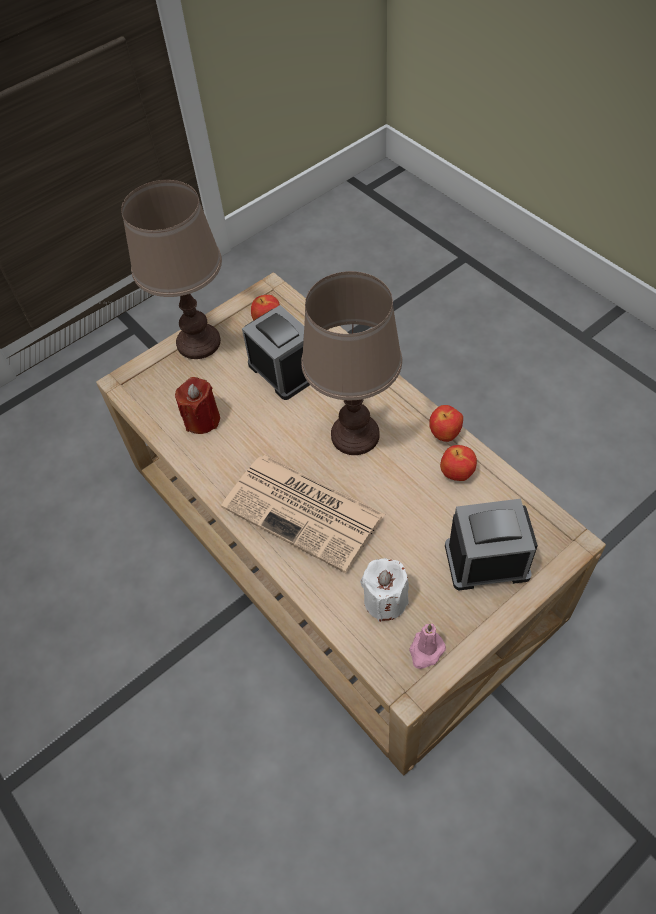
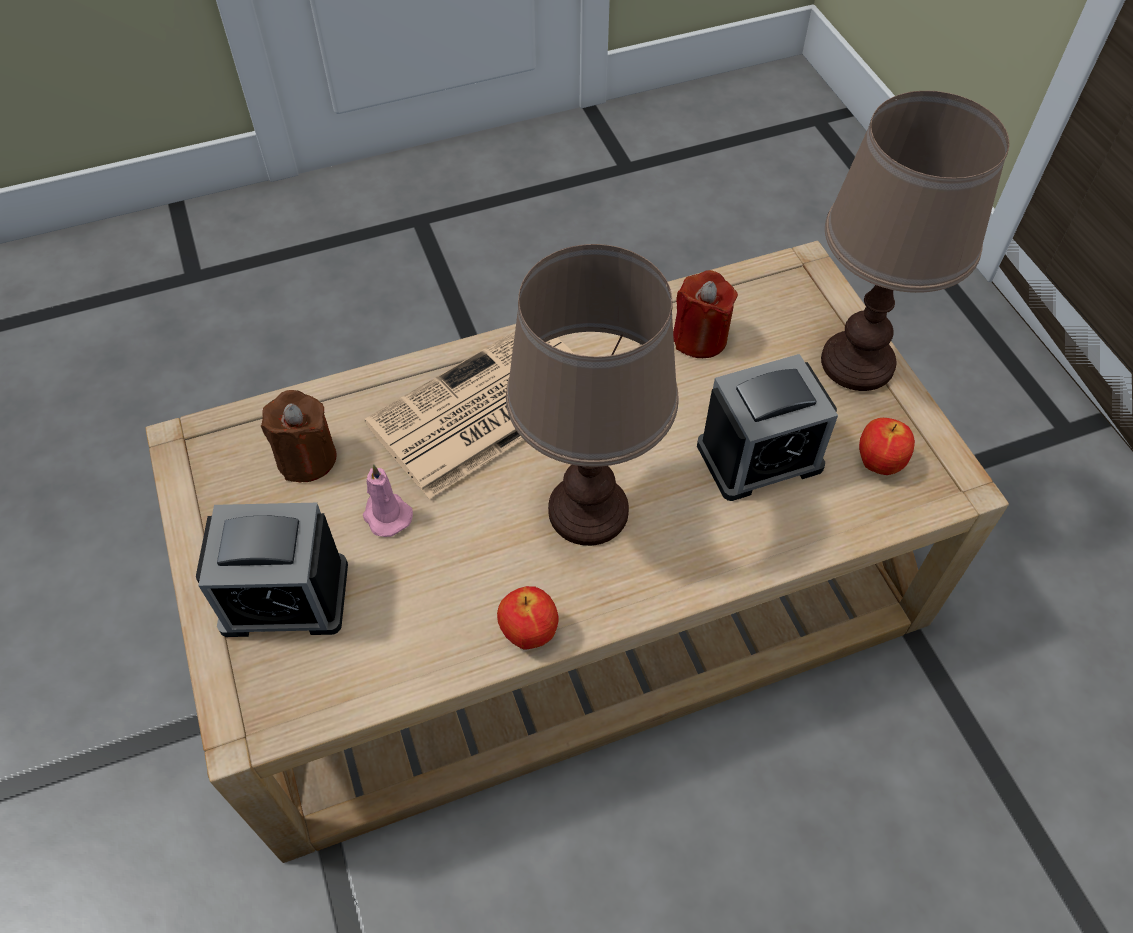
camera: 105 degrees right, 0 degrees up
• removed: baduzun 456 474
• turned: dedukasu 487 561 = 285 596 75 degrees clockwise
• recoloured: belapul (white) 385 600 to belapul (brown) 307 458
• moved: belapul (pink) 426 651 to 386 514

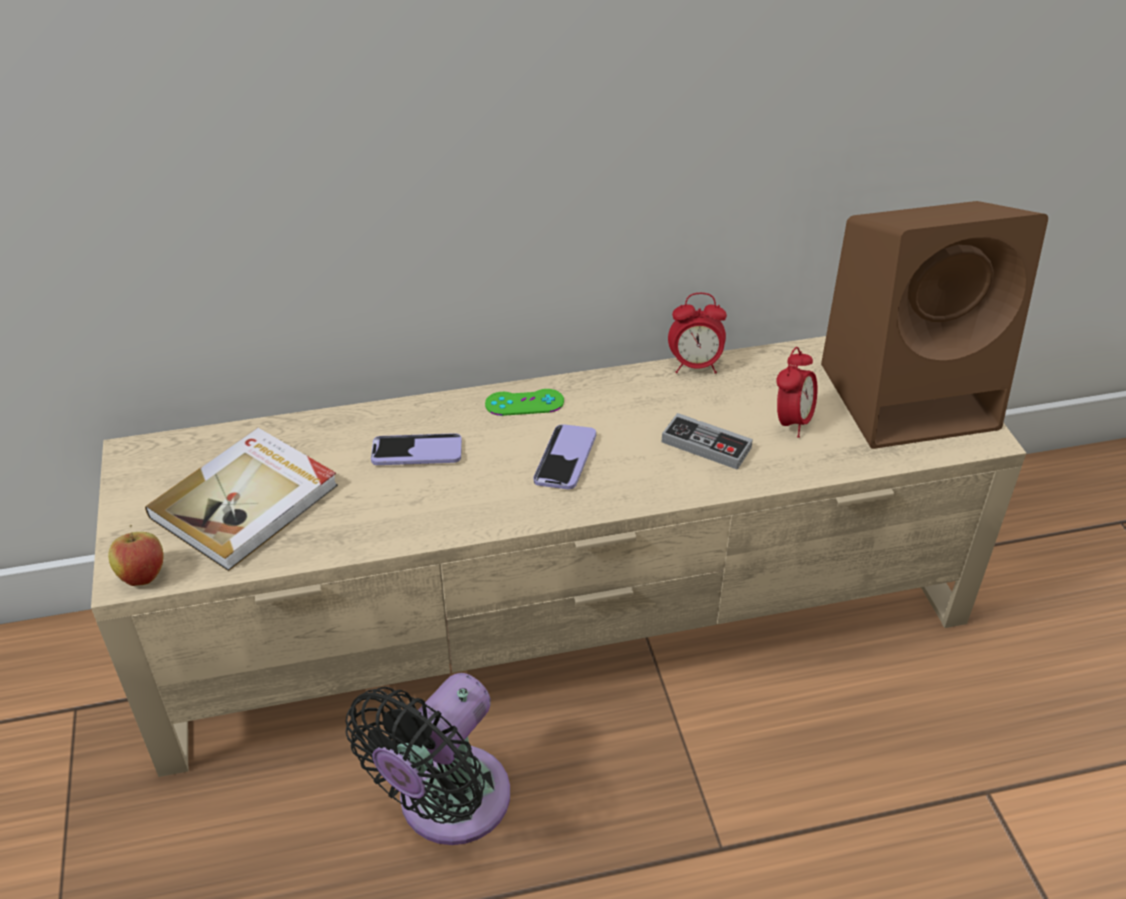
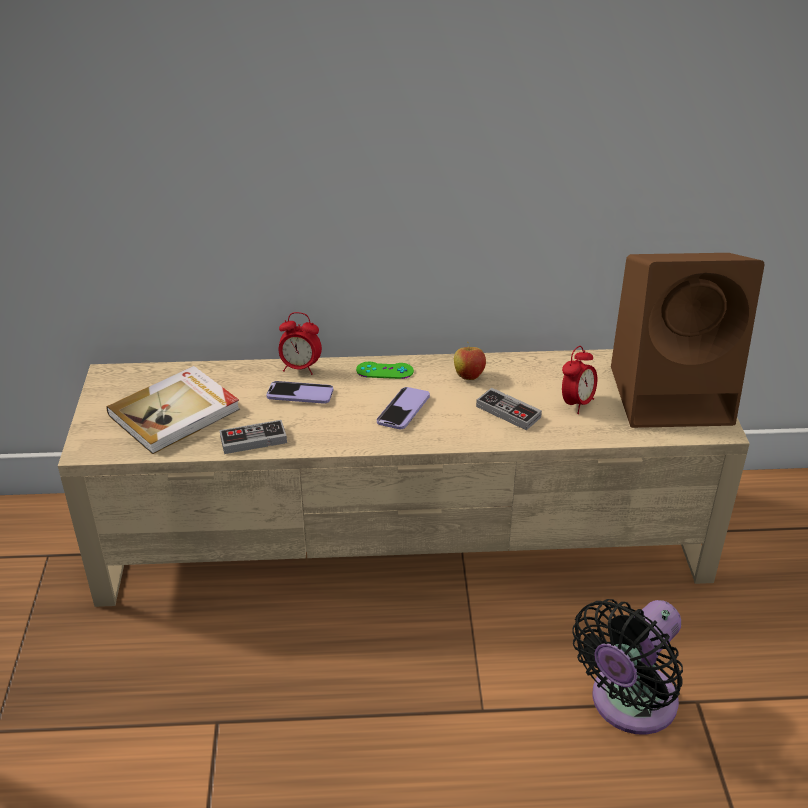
camera: 10 degrees right, 5 degrees down
• moved: dedukasu 695 366 to 300 368
• moved: baduzun 143 575 to 469 376
• moved: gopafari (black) 446 805 to 628 704
• added: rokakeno 253 440

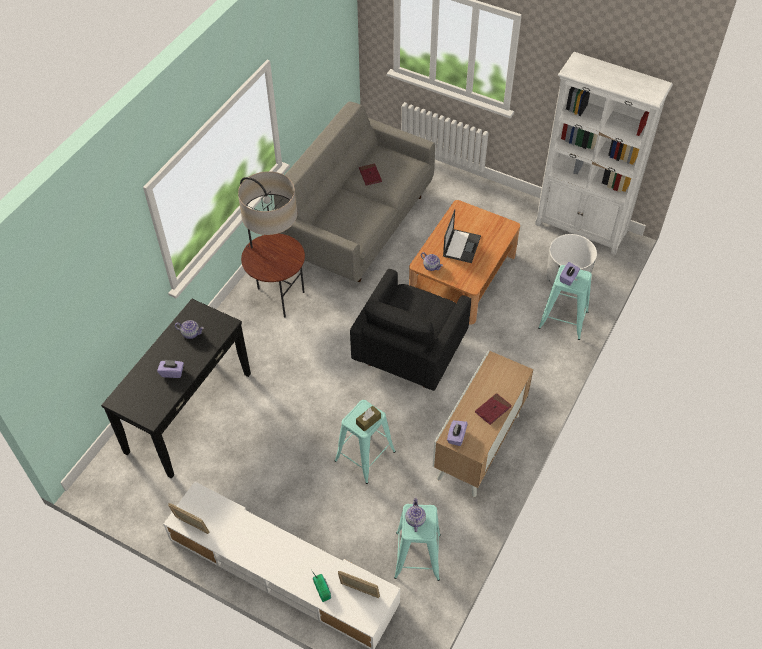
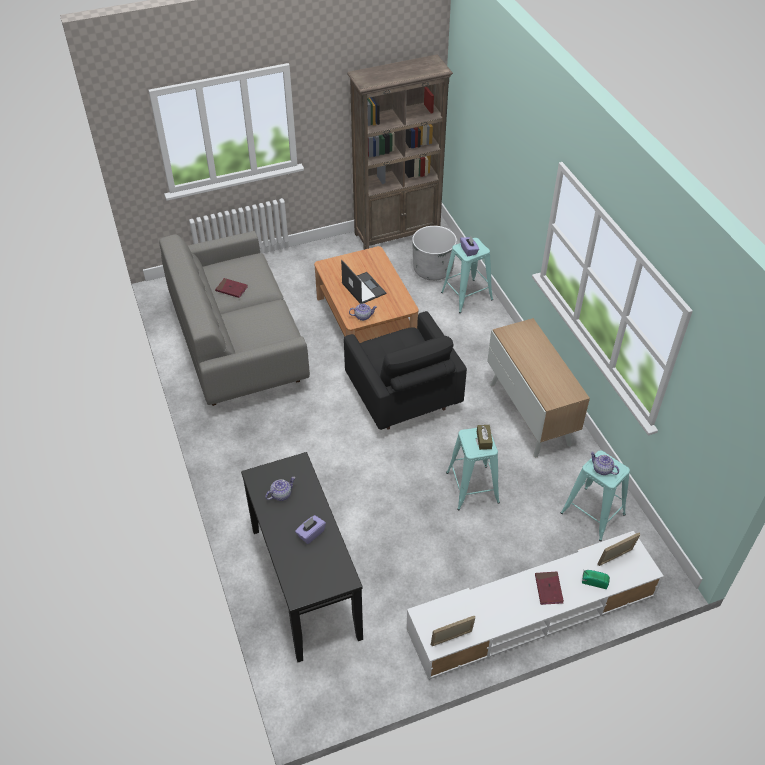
camera: 50 degrees left, 5 degrees down
• recoloured: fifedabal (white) 581 229 to fifedabal (brown) 398 233
• removed: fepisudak 278 297
• moved: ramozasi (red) 493 410 to 548 589
• removed: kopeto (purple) 456 437

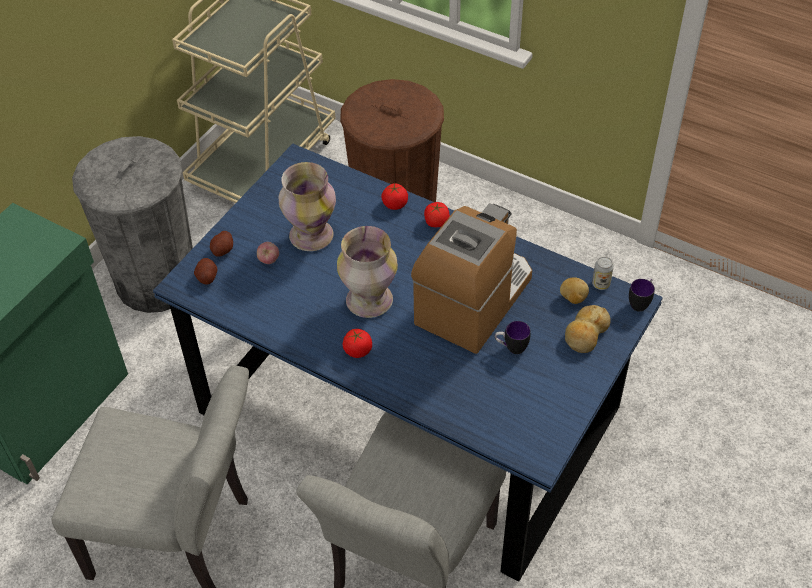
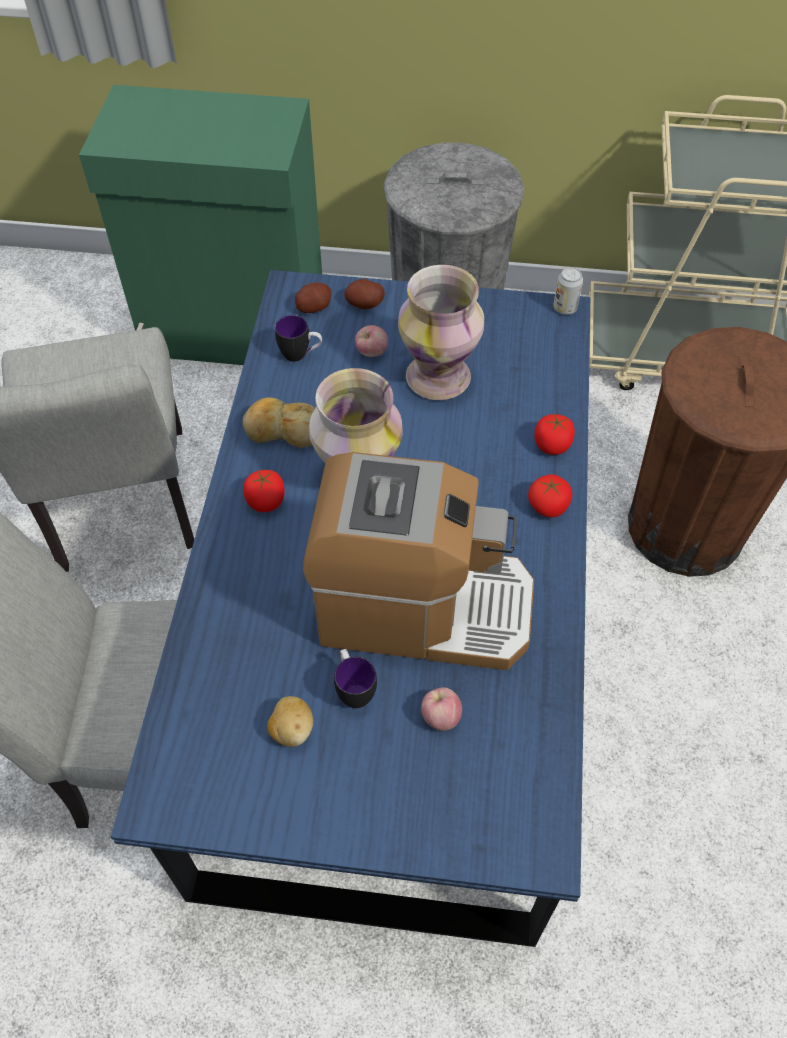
camera: 65 degrees right, 5 degrees up
• moved: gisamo 601 284 to 565 308
• moved: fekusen 573 298 to 292 730
• moved: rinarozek 640 302 to 301 355
• moved: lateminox 585 334 to 283 430
• added: baduzun 440 717

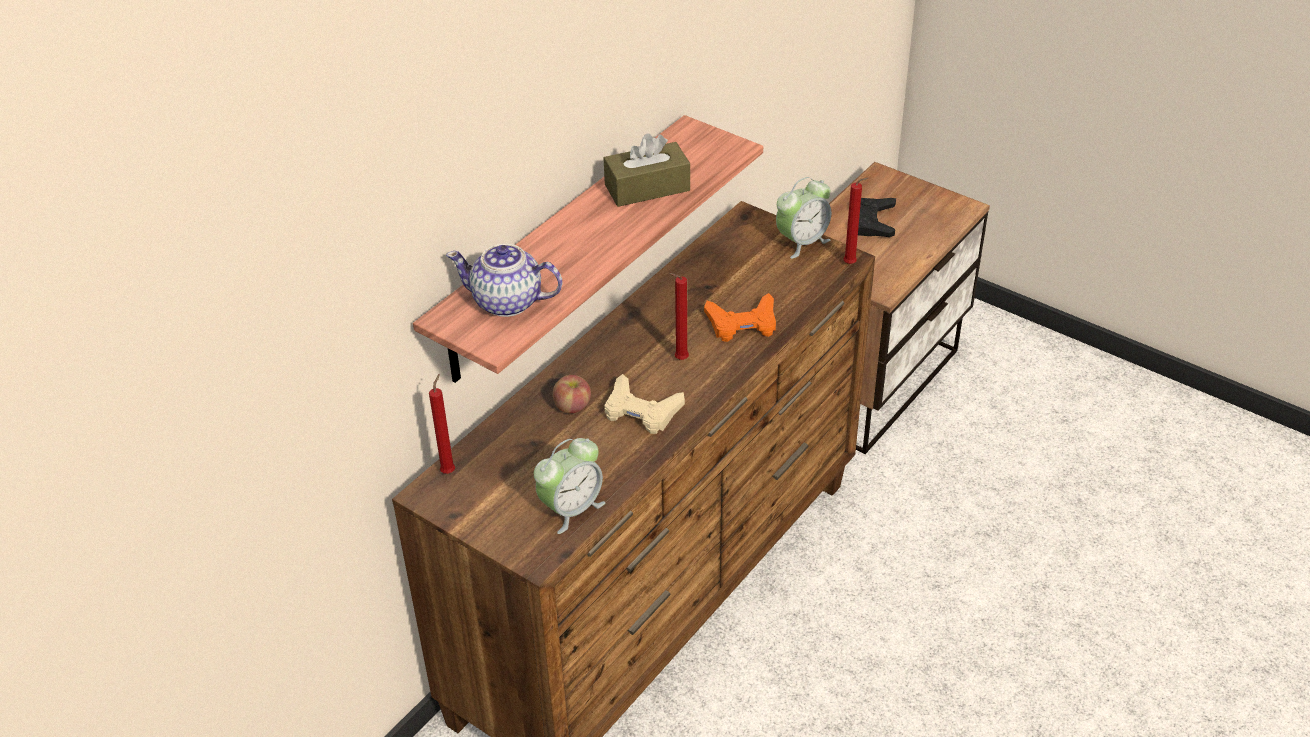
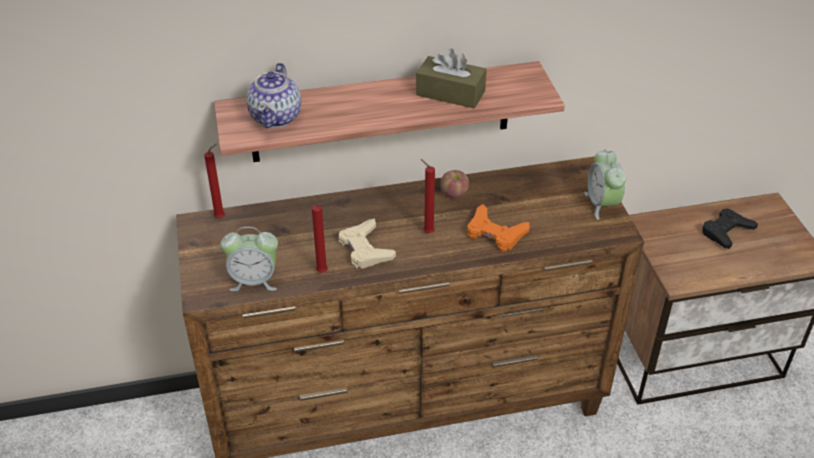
camera: 40 degrees right, 0 degrees up
• turned: dedukasu 802 242 = 602 204 75 degrees clockwise
• moved: belapul (red) 851 264 to 323 273
• turned: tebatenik 508 302 = 276 117 135 degrees counterclockwise
• moved: baduzun 572 406 to 454 194

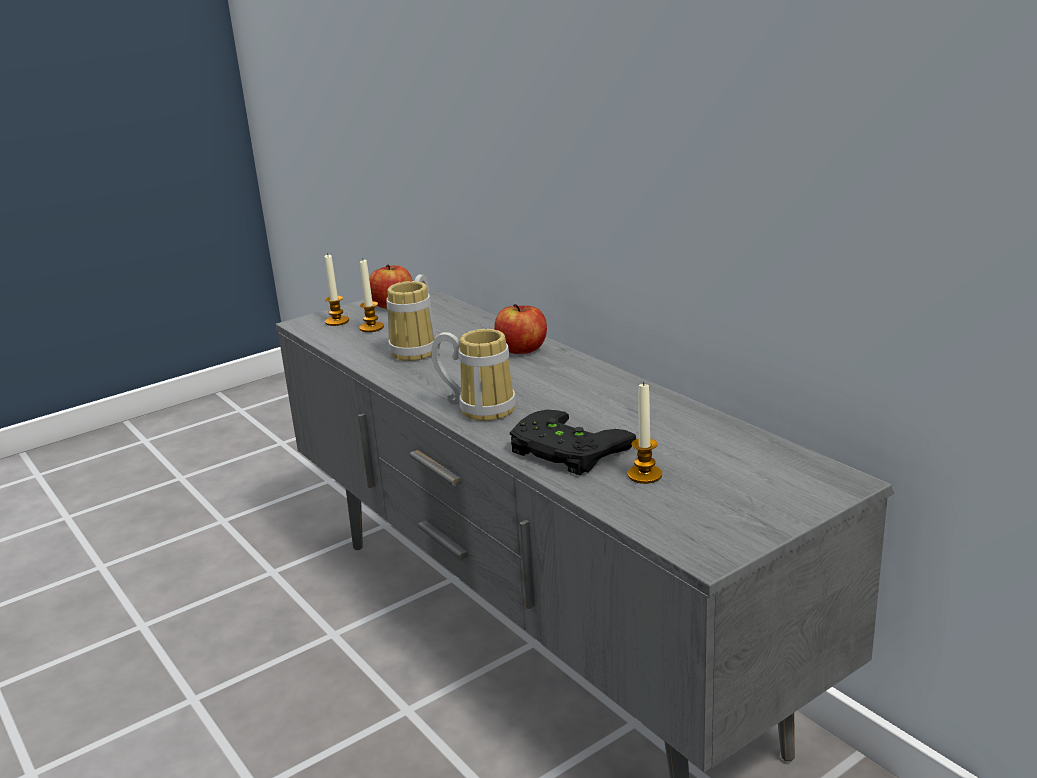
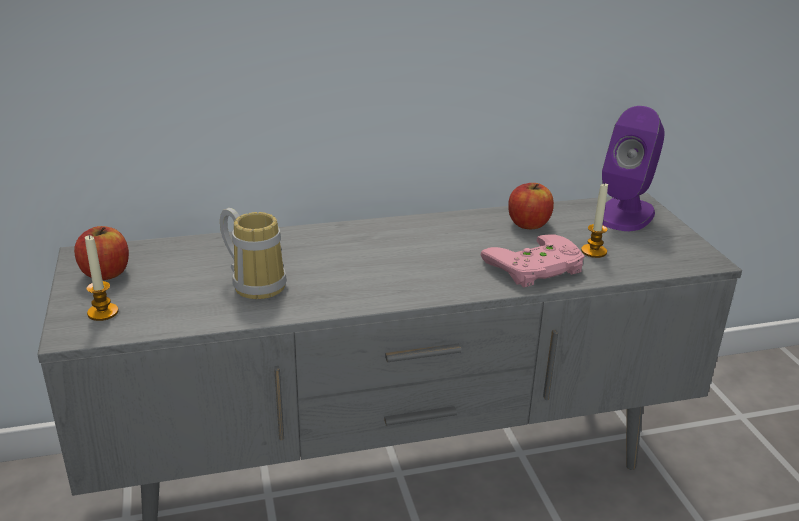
camera: 70 degrees left, 5 degrees up
• removed: belapul 371 328
• moved: baduzun 521 350 to 528 224
• removed: rinarozek 481 408
• recoloured: rokakeno (black) 564 451 to rokakeno (pink) 536 269
• added: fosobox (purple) 625 214

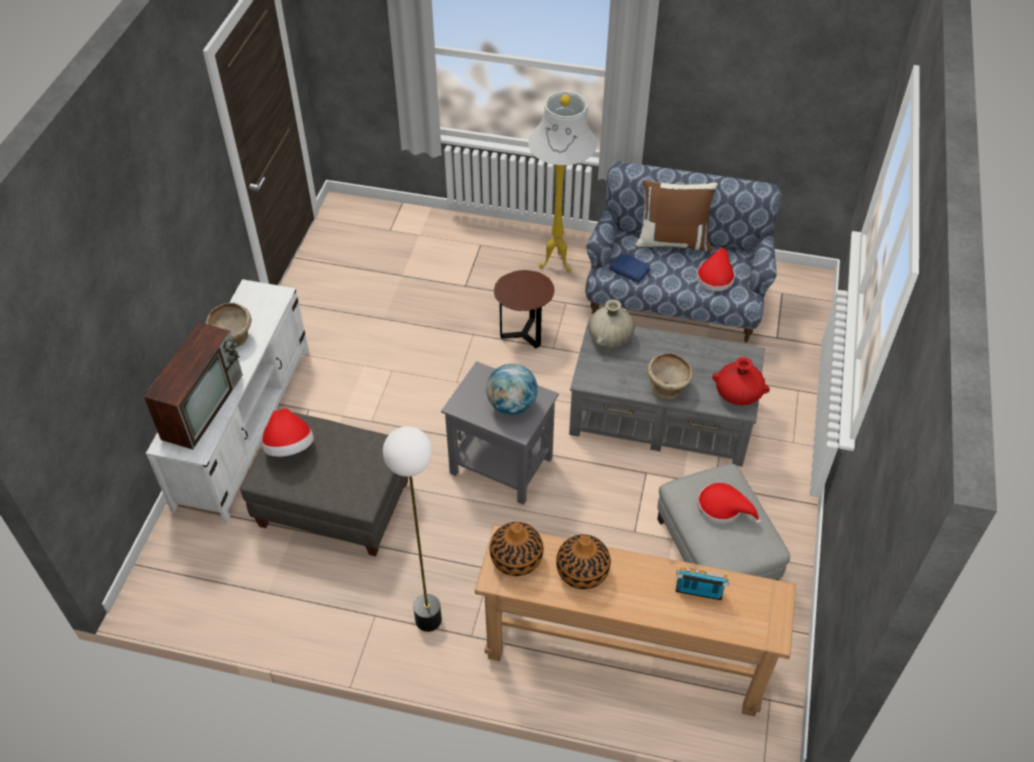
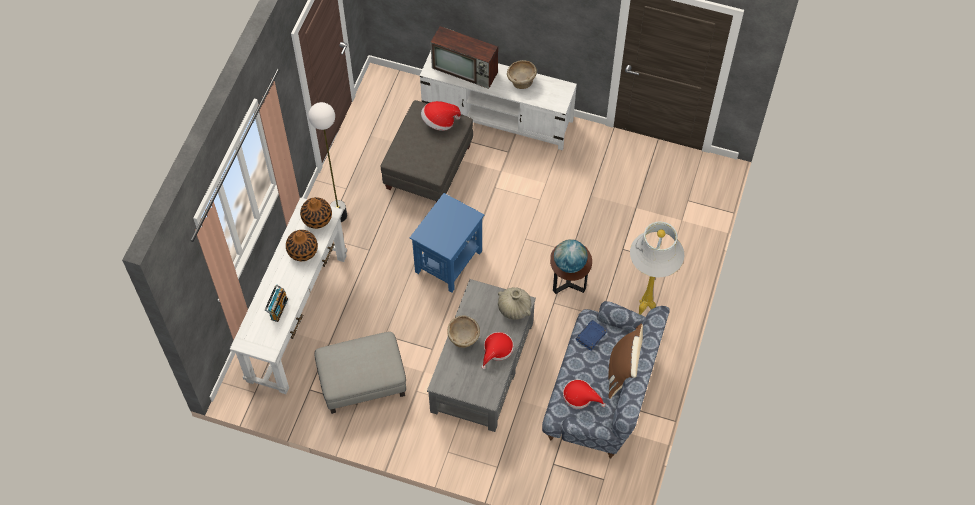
camera: 95 degrees right, 10 degrees up
• removed: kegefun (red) 738 394
• recoloured: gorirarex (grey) 500 465 to gorirarex (blue) 449 261
• moved: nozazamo 511 405 to 569 264
• moved: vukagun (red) 723 508 to 497 350
• recoloured: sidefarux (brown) 624 655 to sidefarux (white) 298 317

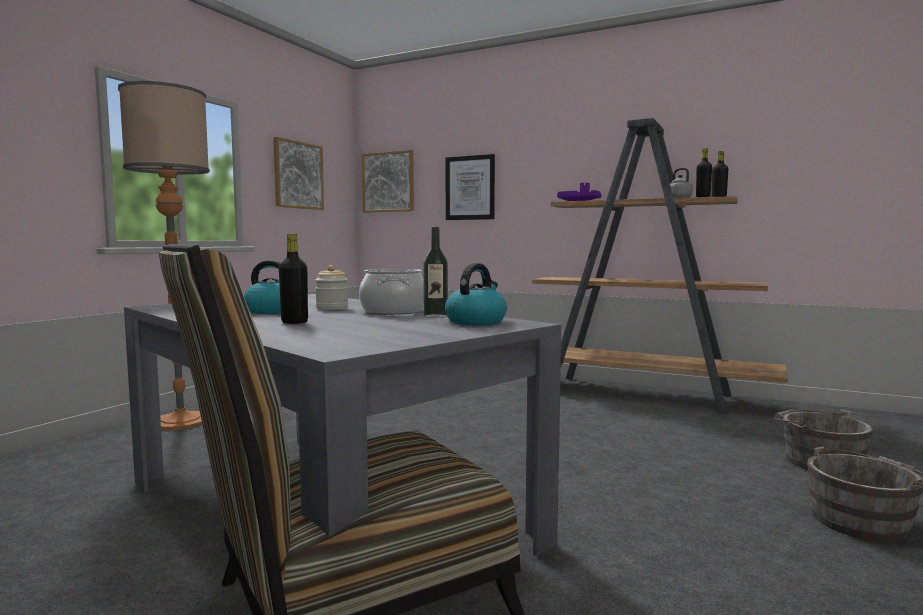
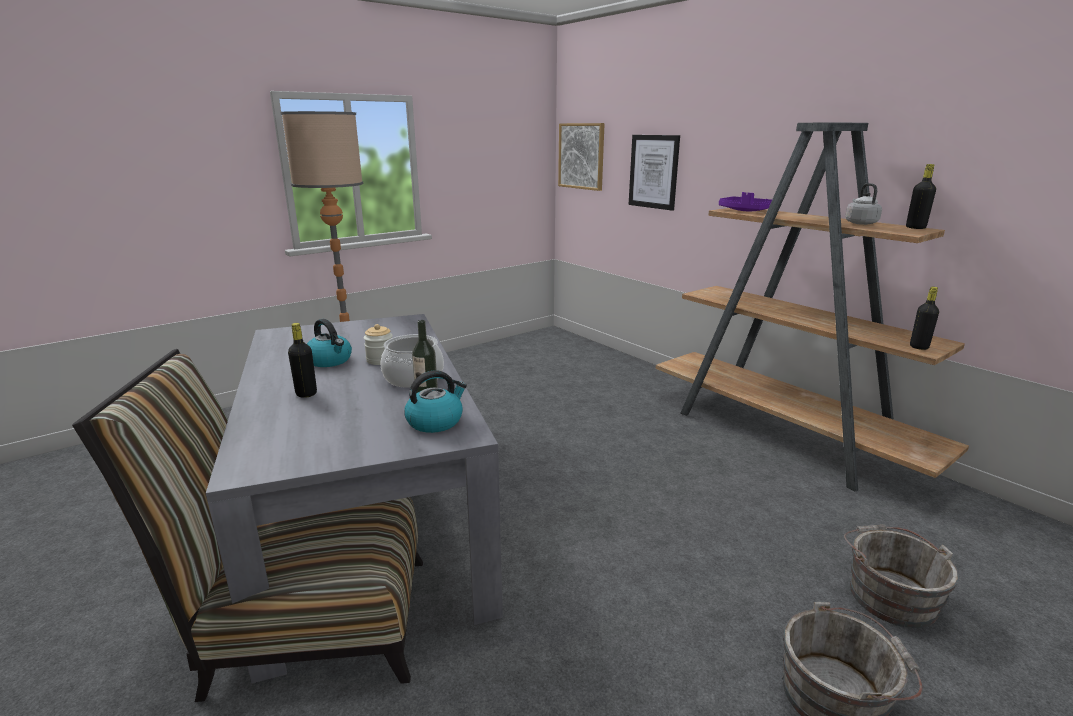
camera: 25 degrees right, 15 degrees up
• removed: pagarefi 298 175
• moved: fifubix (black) 703 197 to 919 347

